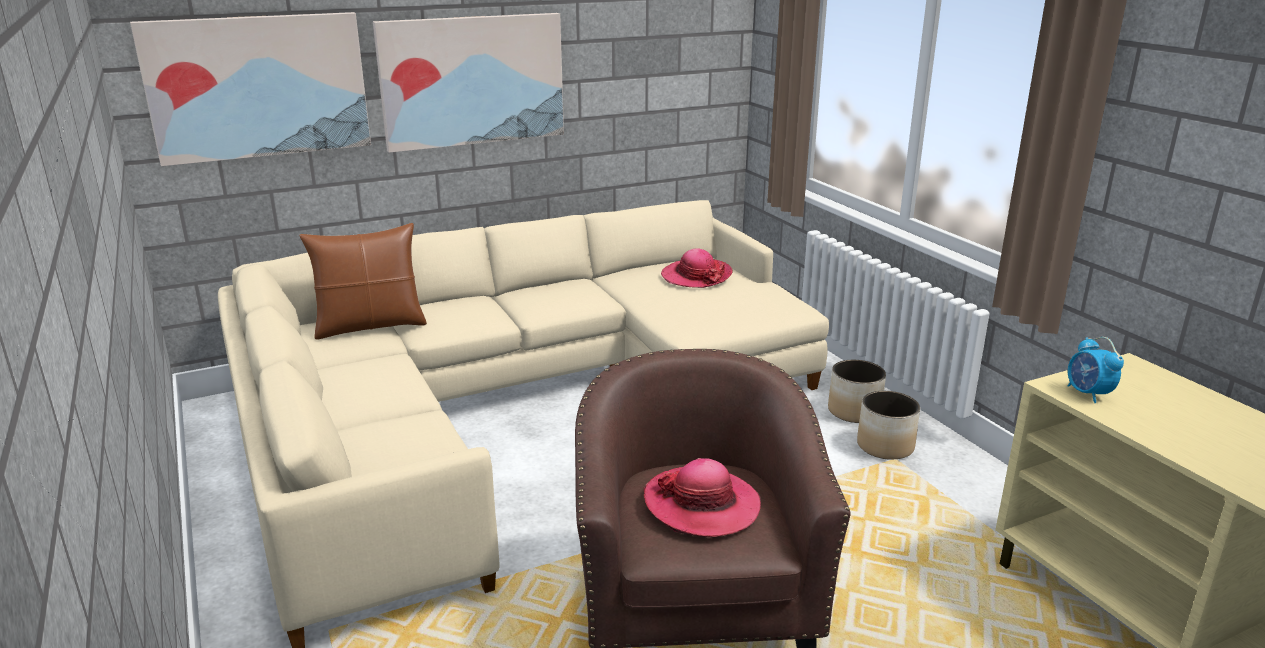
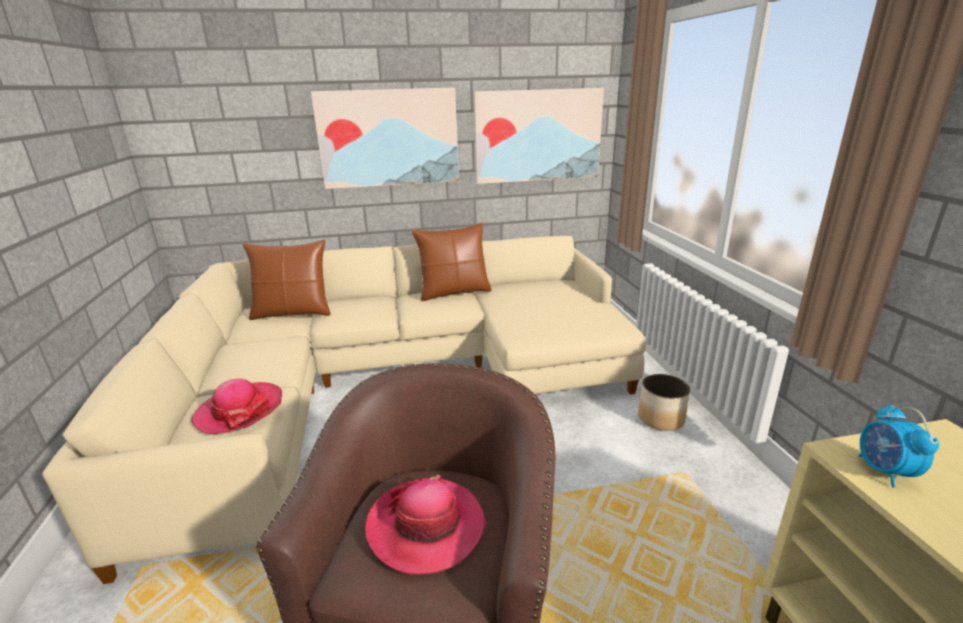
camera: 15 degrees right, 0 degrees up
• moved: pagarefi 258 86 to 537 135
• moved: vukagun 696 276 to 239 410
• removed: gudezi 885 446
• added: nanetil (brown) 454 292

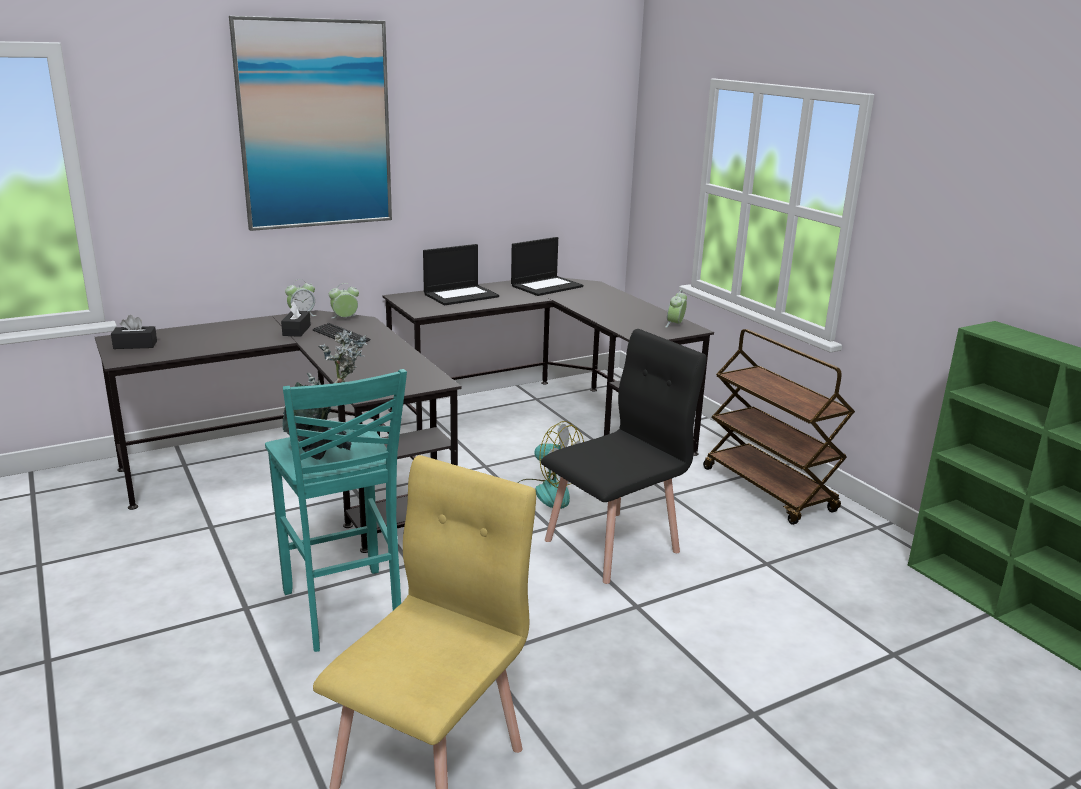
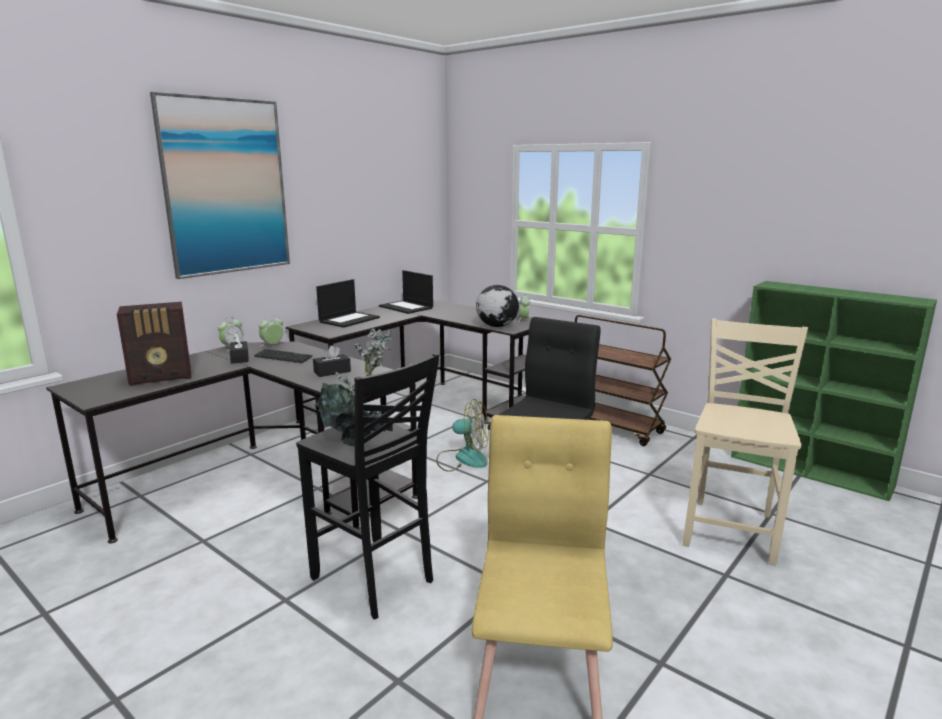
camera: 20 degrees left, 5 degrees down
• turned: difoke 547 286 = 407 307 105 degrees clockwise
• moved: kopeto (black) 135 345 to 332 372
• recoloured: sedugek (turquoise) 344 611 to sedugek (black) 375 580
• added: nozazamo 496 326
• added: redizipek 162 377
• added: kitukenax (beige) 731 530

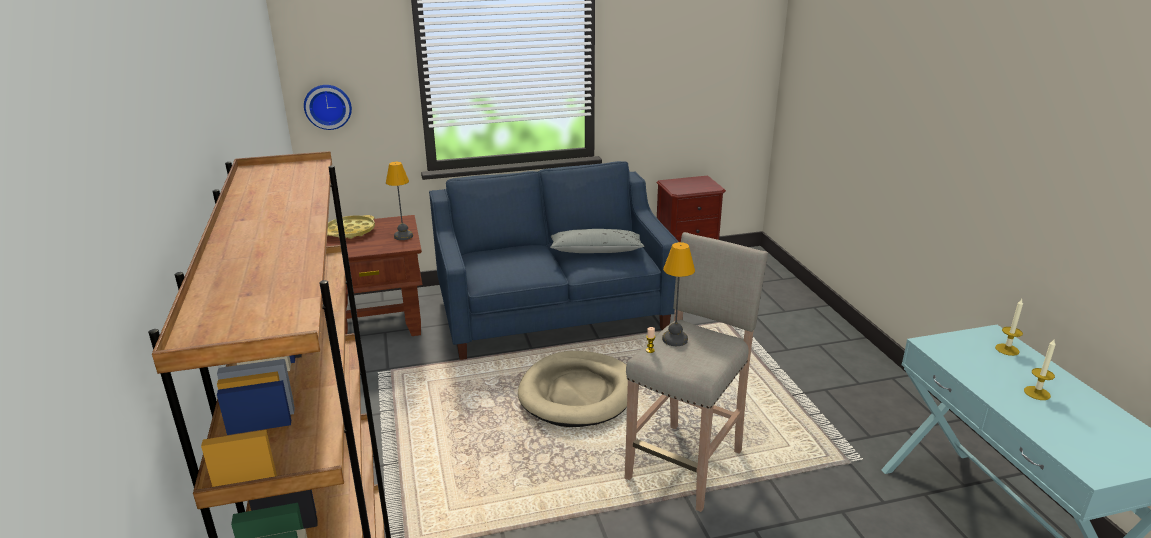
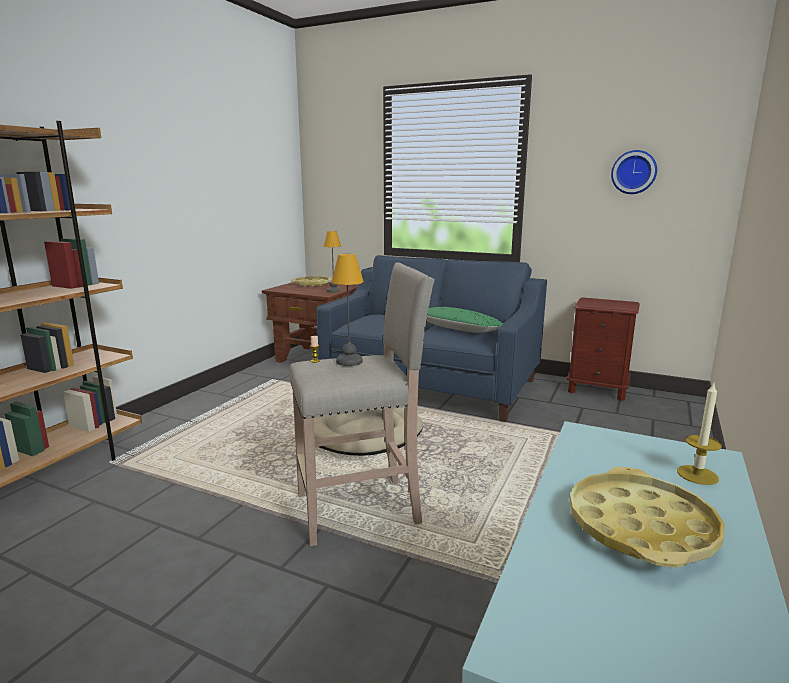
camera: 40 degrees right, 10 degrees down
• moved: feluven 328 106 to 634 172
• recoloured: nanetil (grey) 596 251 to nanetil (green) 458 329
• replaced: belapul 1037 393 to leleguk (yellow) 641 527

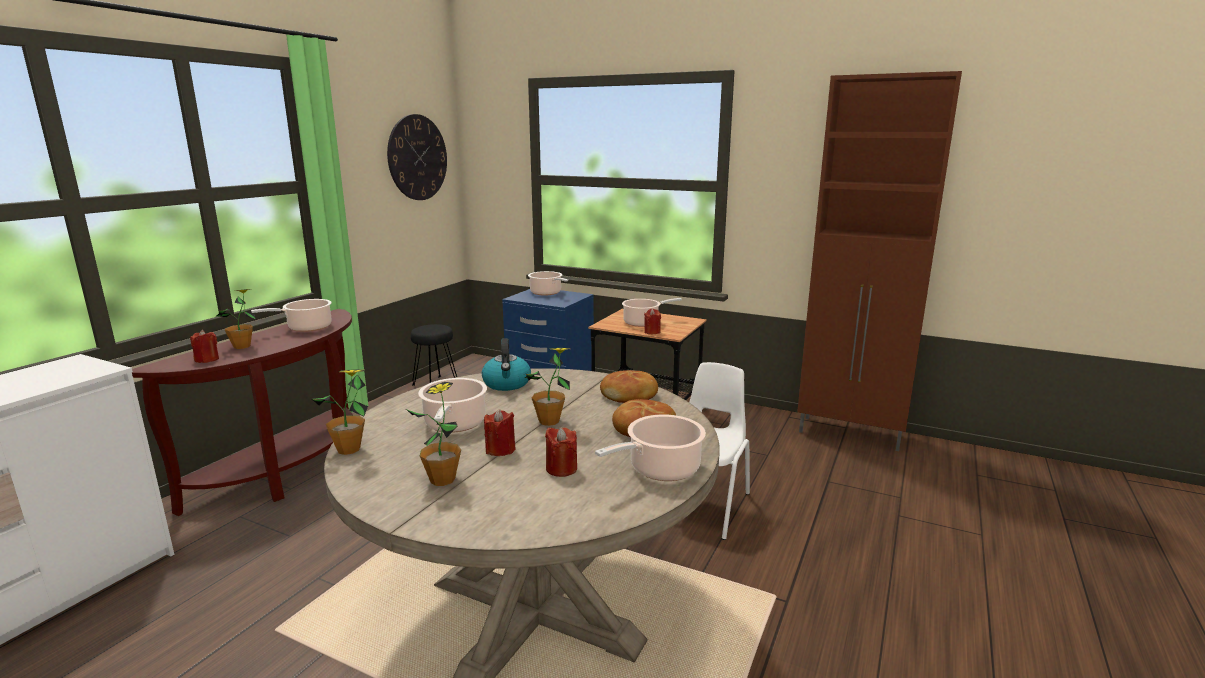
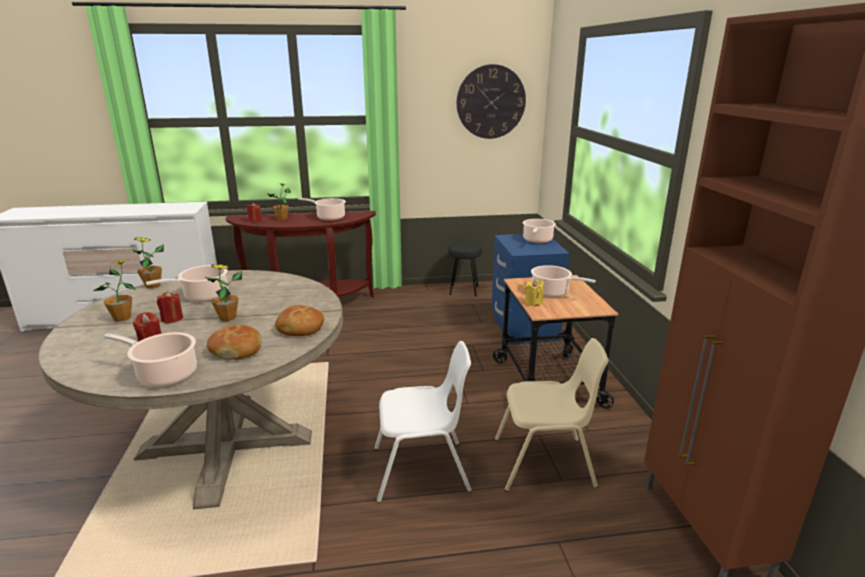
camera: 55 degrees right, 5 degrees up
• recoloured: belapul (red) 652 332 to belapul (yellow) 533 303
• removed: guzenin 507 384
• added: kitukenax (beige) 545 463

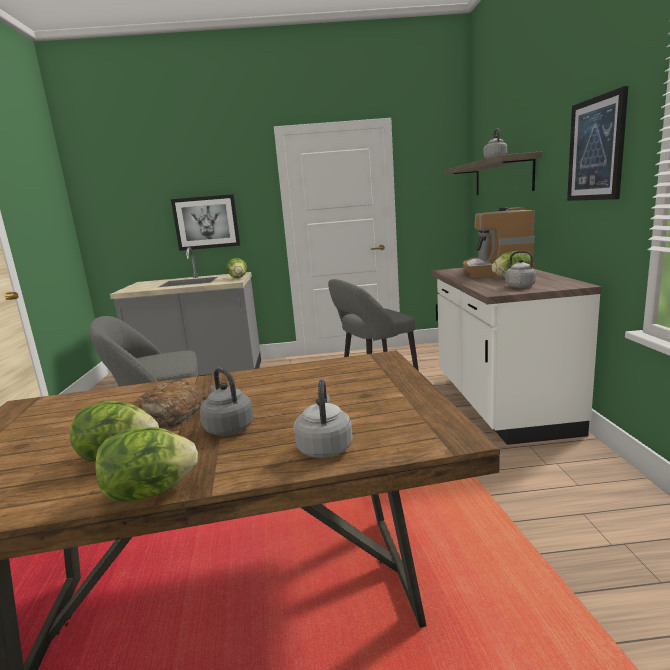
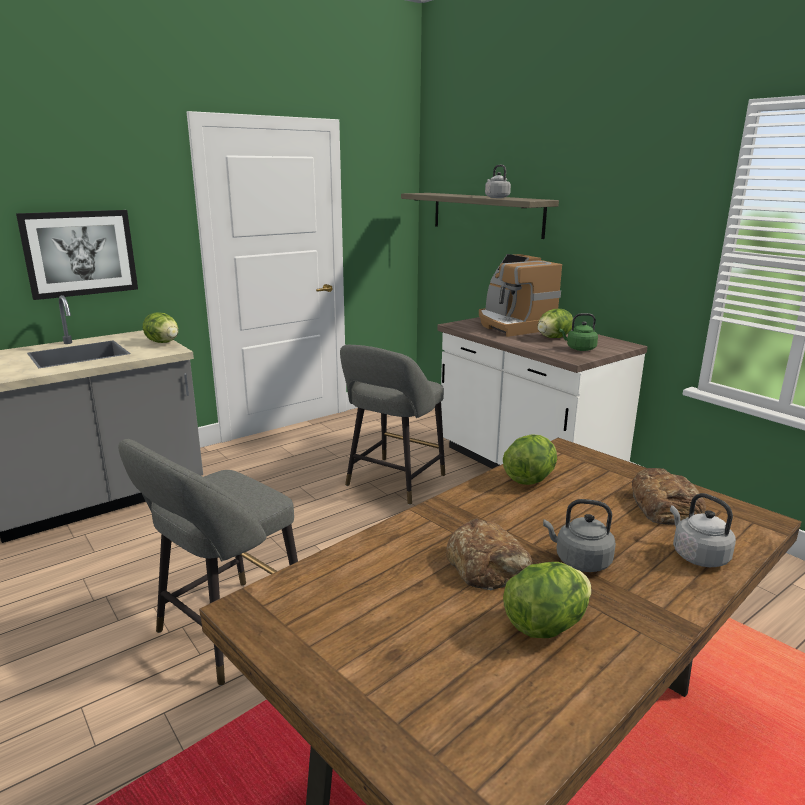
camera: 35 degrees left, 5 degrees up
• removed: pagarefi 596 149
• recoloured: guzenin (grey) 518 286 to guzenin (green) 579 349
• moved: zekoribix 150 492 to 529 479
• added: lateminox 664 505

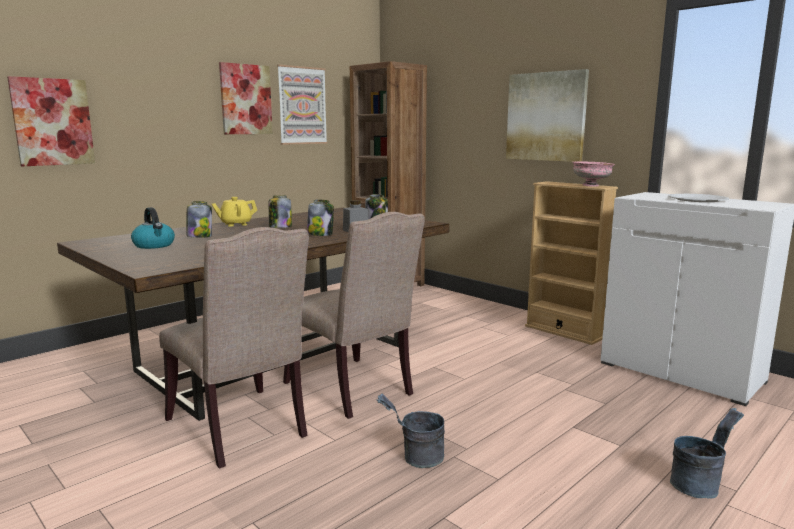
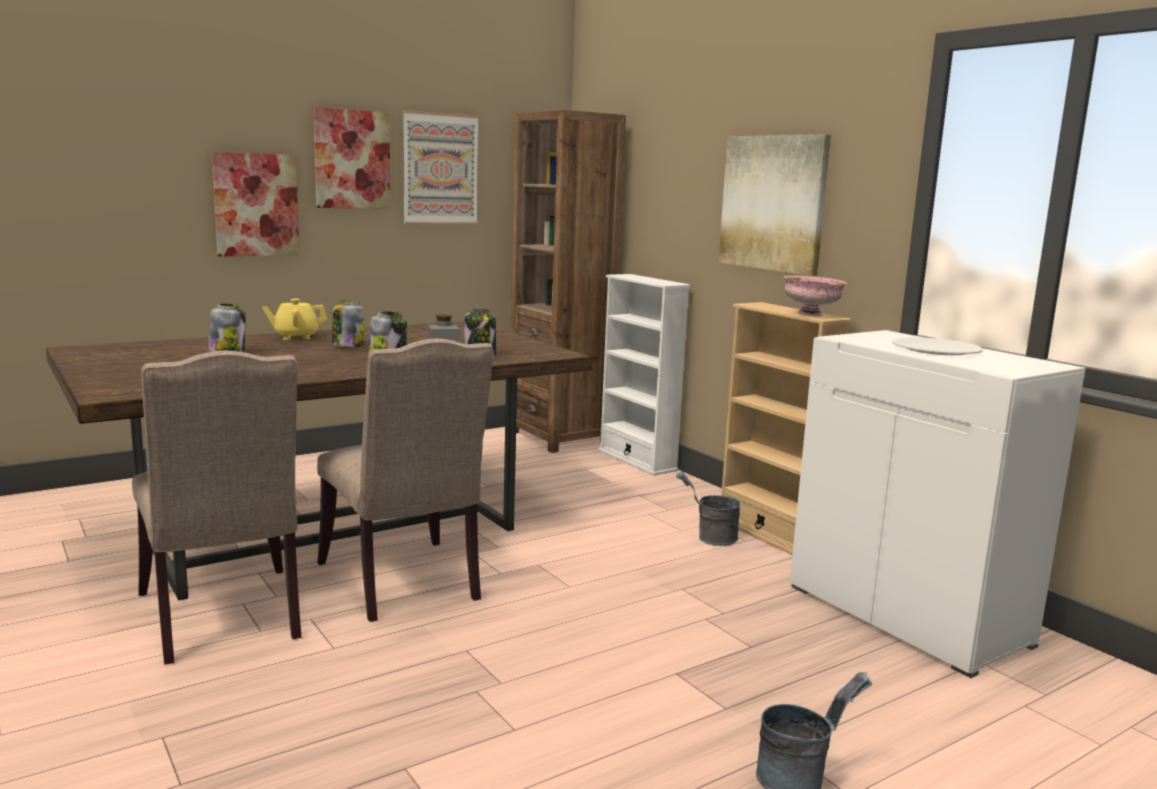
camera: 10 degrees right, 0 degrees up
• moved: pagarefi 52 122 to 256 205
• removed: guzenin 154 245
• moved: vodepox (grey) 415 458 to 709 538
• added: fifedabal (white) 637 460

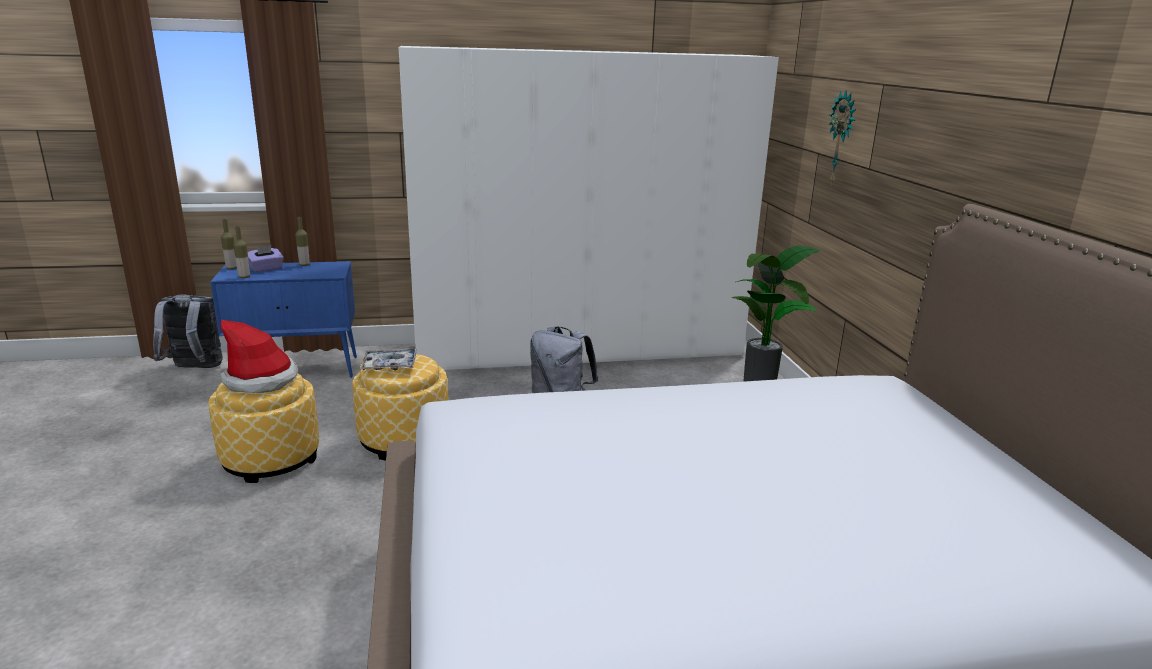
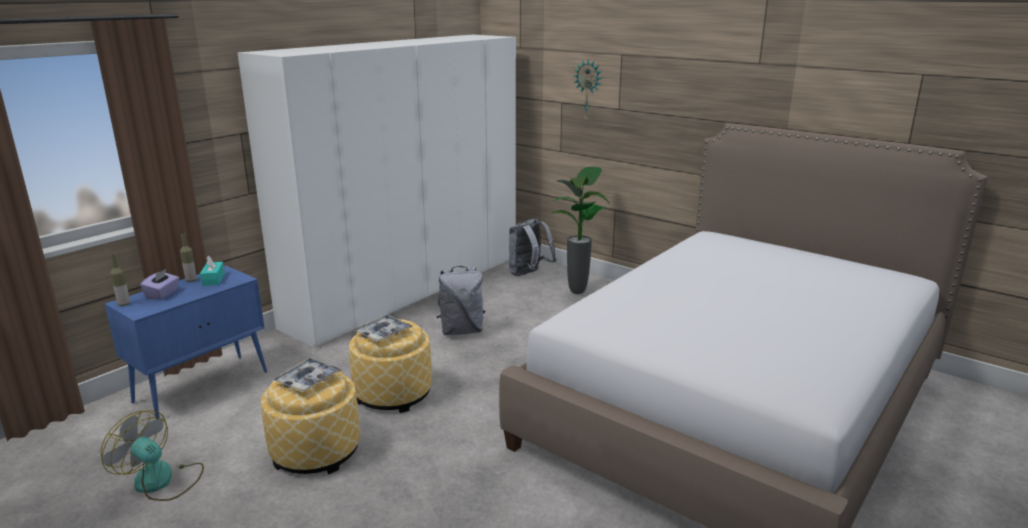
camera: 40 degrees left, 0 degrees up
• removed: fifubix 244 277
• moved: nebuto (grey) 195 369 to 529 274
• replaced: vukagun 261 380 to leleguk 307 380
• added: kopeto (turquoise) 213 279
• added: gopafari 161 482

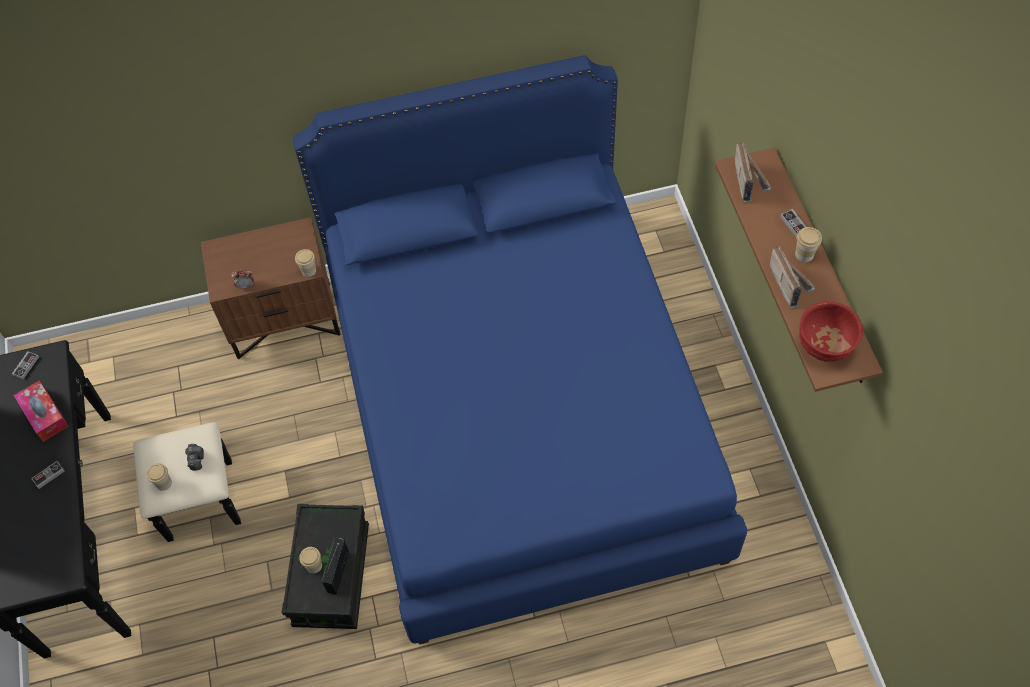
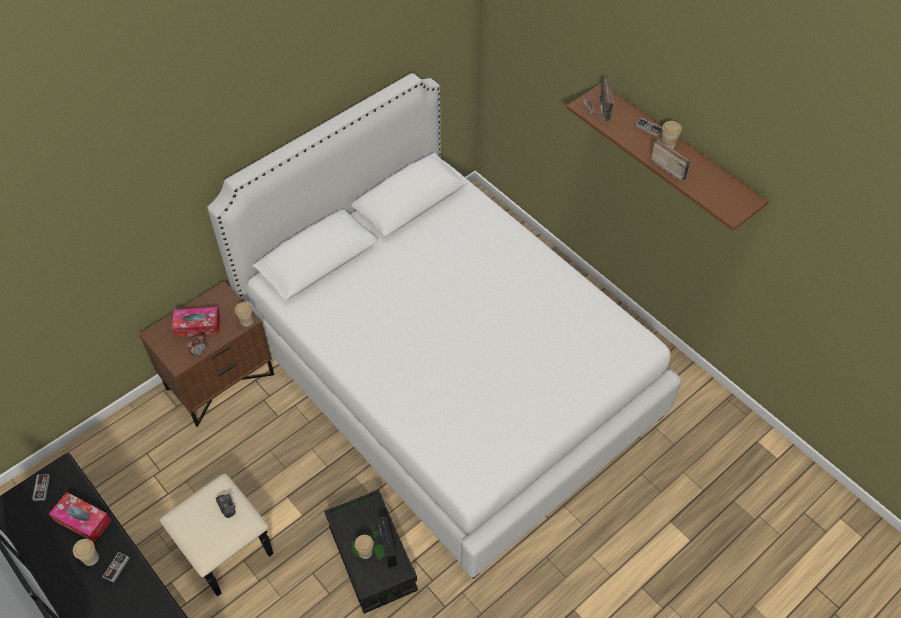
camera: 30 degrees left, 5 degrees down
• recoloured: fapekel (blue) 519 411 to fapekel (white) 449 374
• turned: redizipek 749 180 = 598 110 150 degrees counterclockwise
• removed: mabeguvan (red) 824 347
• moved: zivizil 164 483 to 91 558
• added: kopeto 197 326

